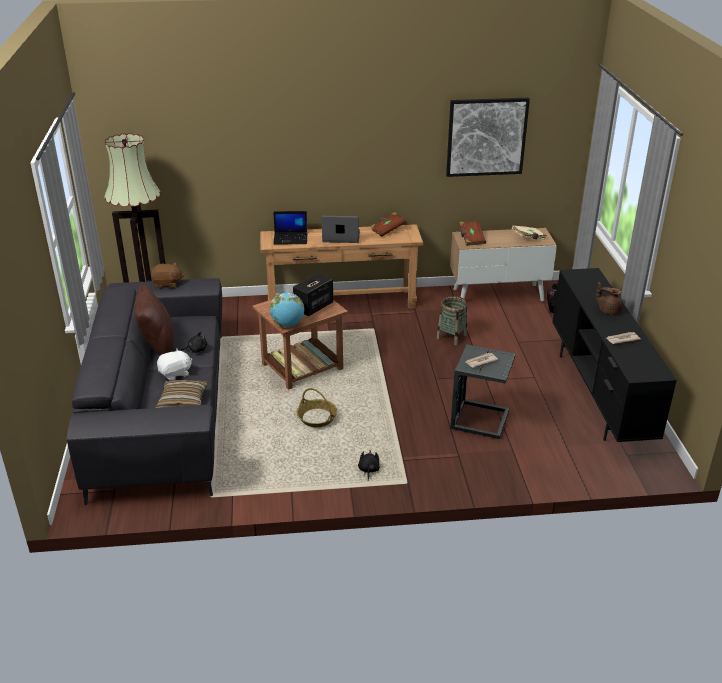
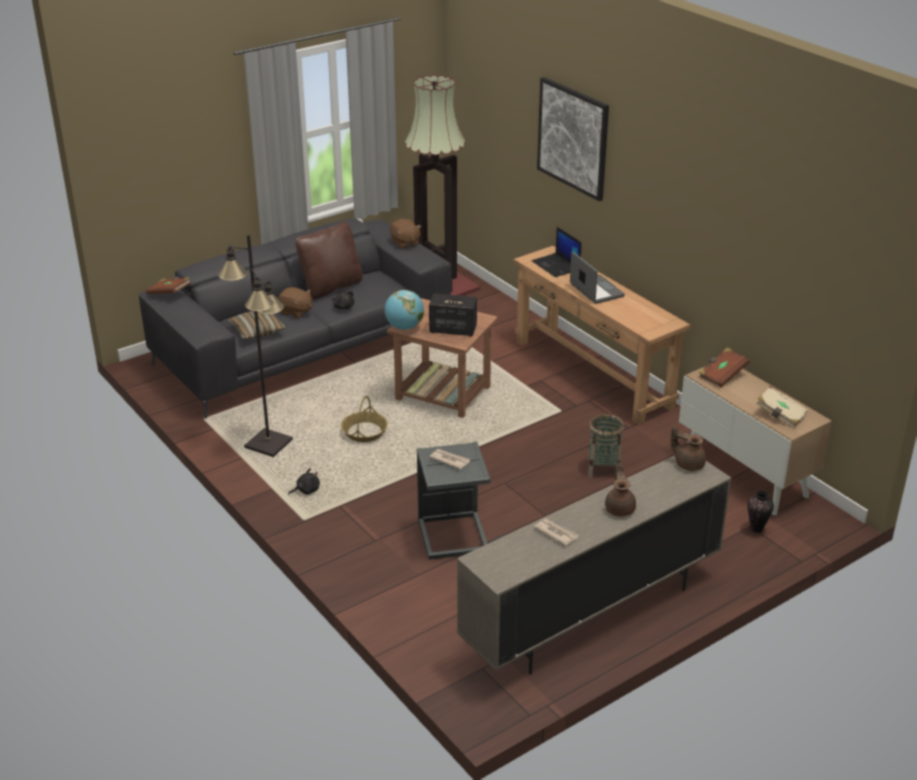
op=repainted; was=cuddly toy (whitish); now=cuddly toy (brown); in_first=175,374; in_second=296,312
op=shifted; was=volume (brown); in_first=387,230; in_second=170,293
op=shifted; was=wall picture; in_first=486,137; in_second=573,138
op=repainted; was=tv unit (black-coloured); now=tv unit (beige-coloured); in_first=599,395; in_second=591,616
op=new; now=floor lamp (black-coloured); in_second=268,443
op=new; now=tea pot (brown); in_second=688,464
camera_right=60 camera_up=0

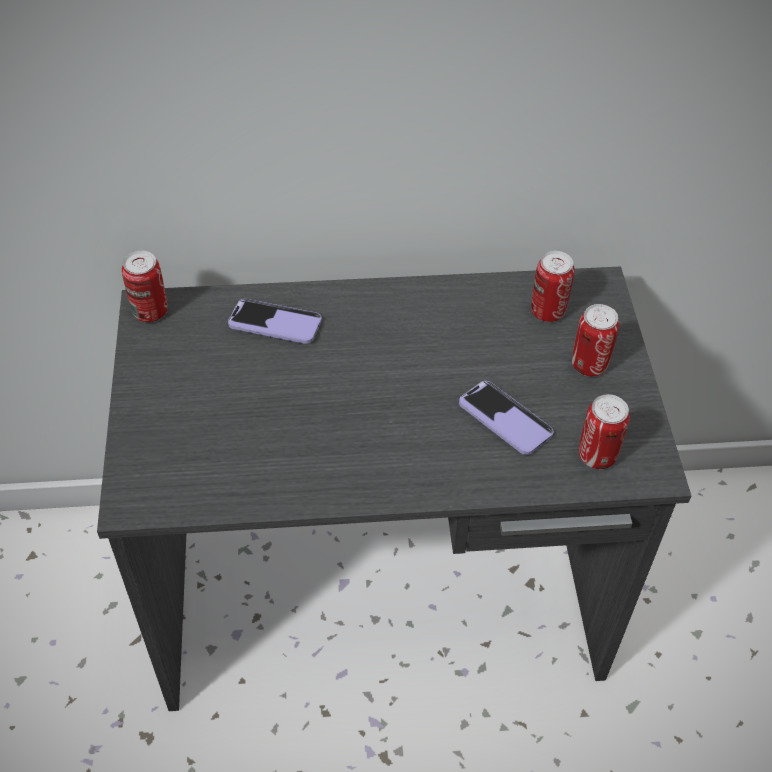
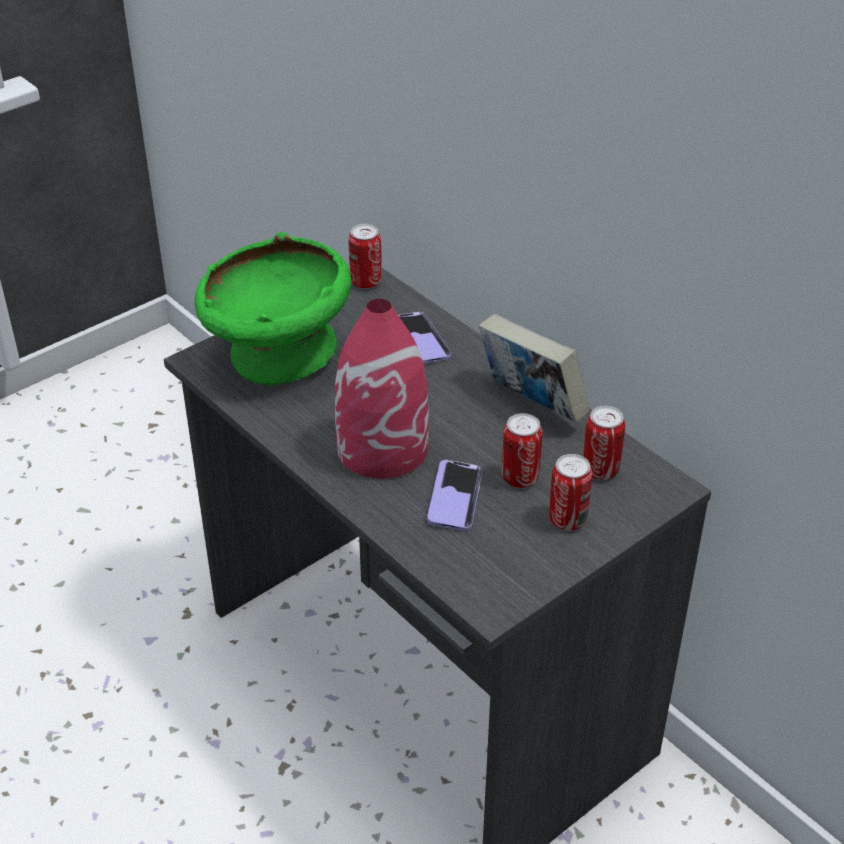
op=shifted; was=can; in_first=597,455; in_second=520,478
op=new; now=deep dish (green); in_second=278,358
op=new; now=decorative vase (reddish); in_second=383,448
op=new; now=volume; in_second=531,405
camera_right=55 camera_up=-10

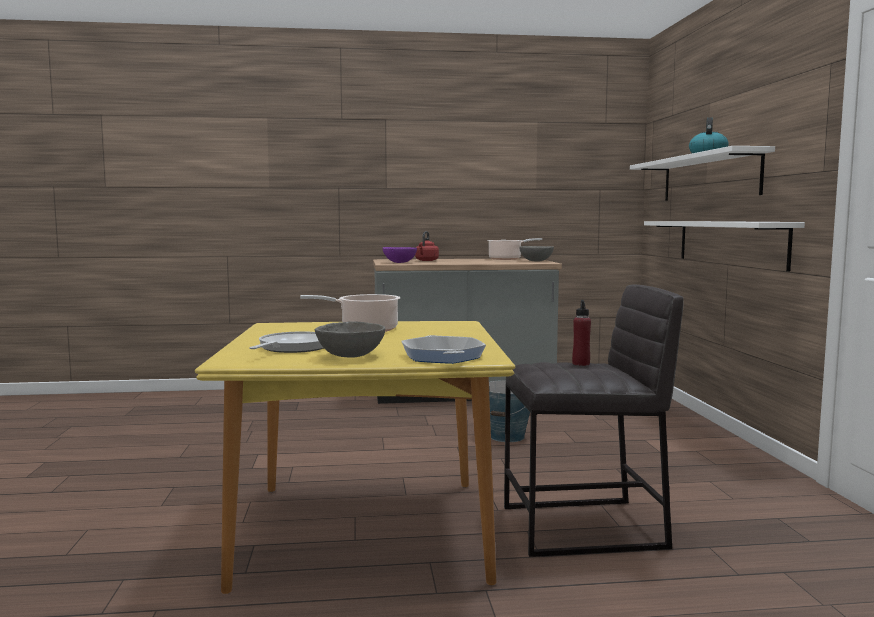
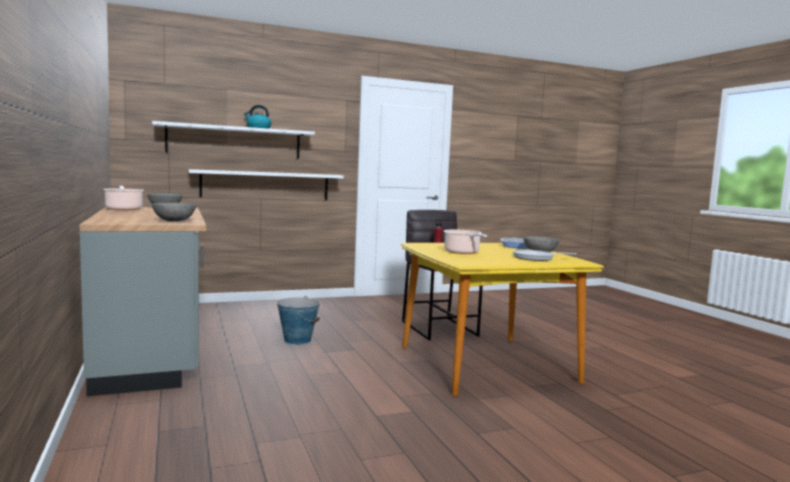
op=repainted; was=deep dish (purplish); now=deep dish (grey); in_first=399,262; in_second=174,221
op=gone; was=tea kettle (reddish); in_first=426,260
camera_right=-105 camera_up=0

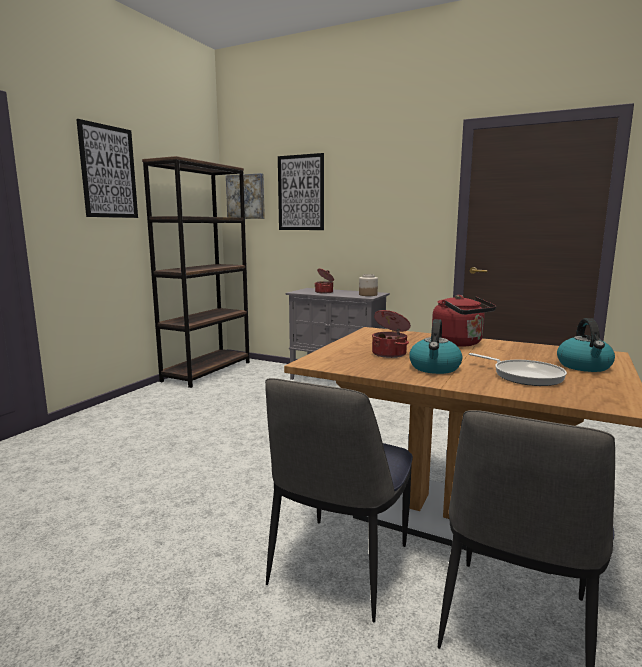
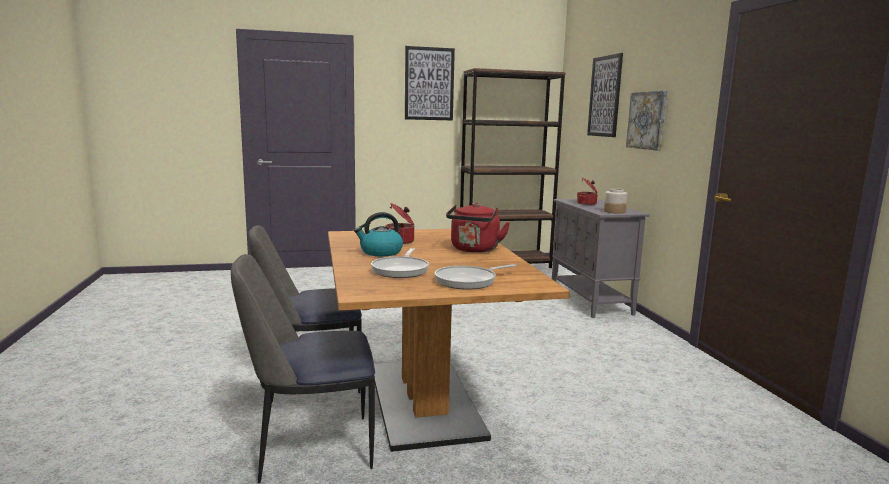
op=shifted; was=wall picture; in_first=246,196; in_second=647,120
op=swapped; was=tea kettle; now=pan; in_first=584,366; in_second=469,281
camera_right=50 camera_up=0

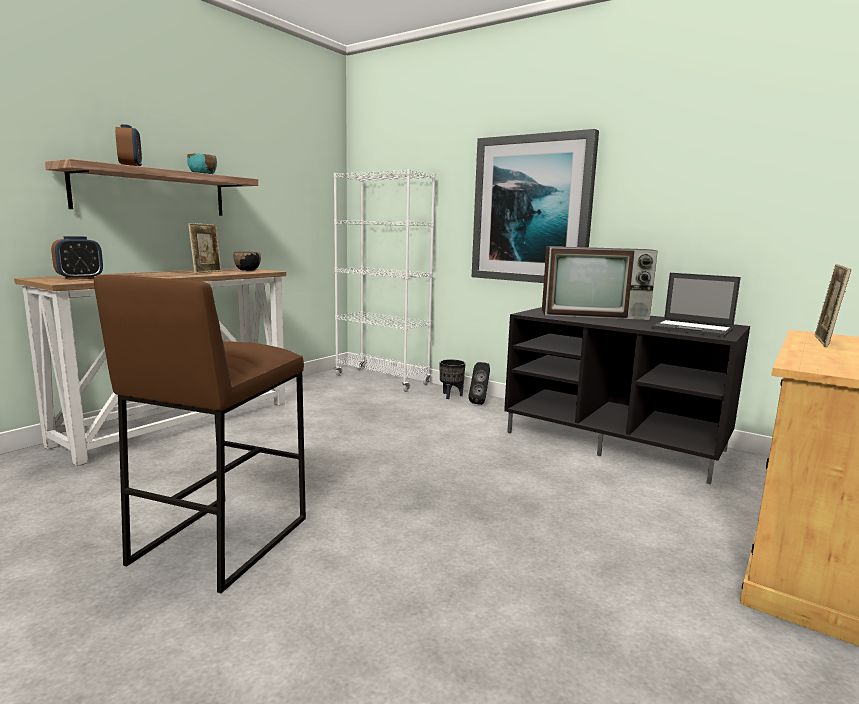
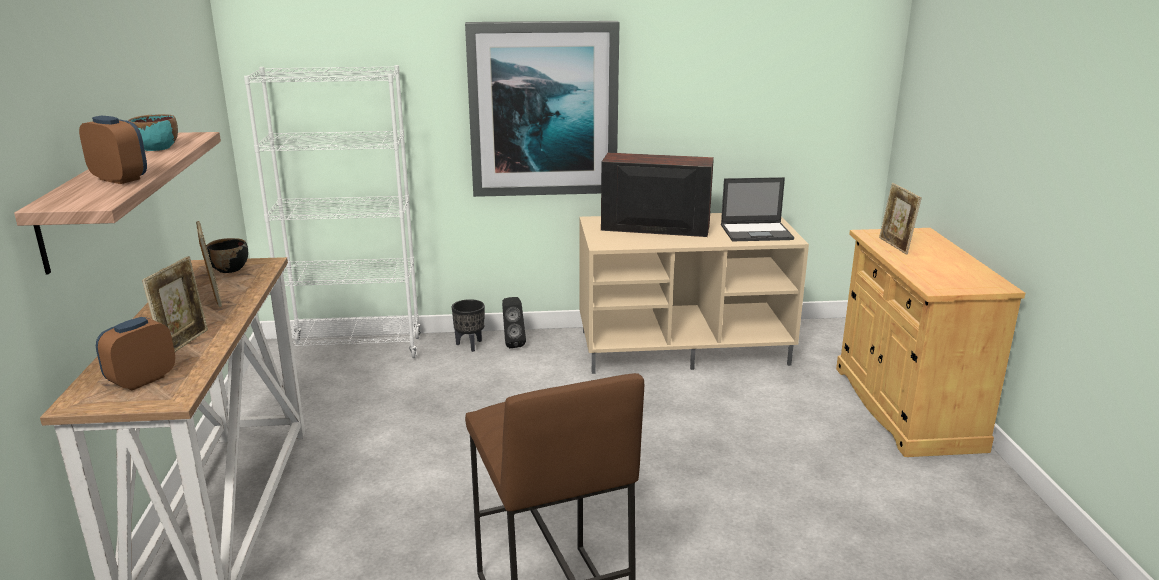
op=rotated; was=bedside clock; in_first=80,278; in_second=142,380; clockwise=-150
op=repainted; was=tv unit (black-coloured); now=tv unit (beige-coloured); in_first=615,441; in_second=684,347
op=rotated; was=TV set; in_first=595,315; in_second=653,228; clockwise=-135
op=new; now=picture frame; in_second=184,343
camera_right=-40 camera_up=10

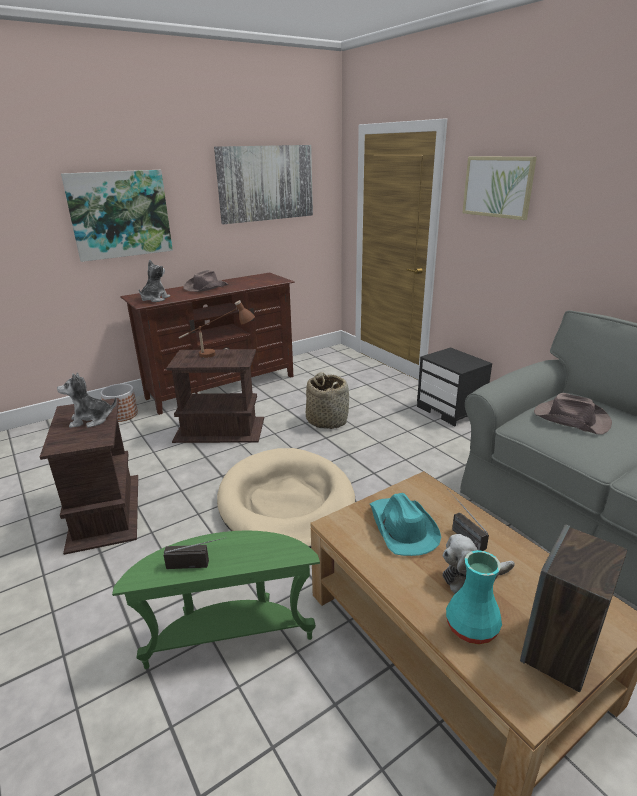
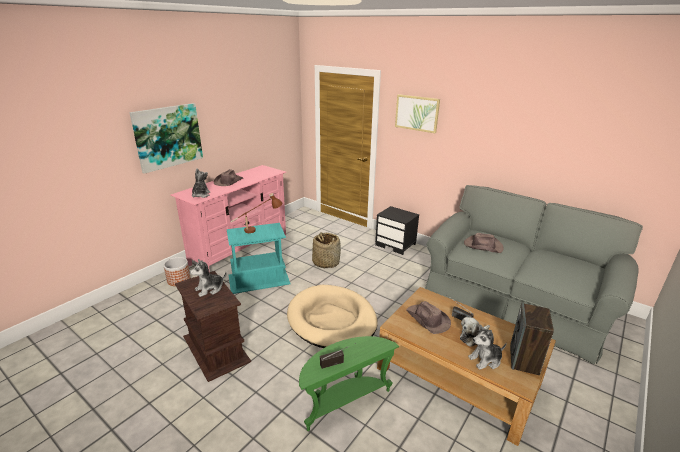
op=repainted; was=tv unit (brown); now=tv unit (pink-coloured); in_first=222,386; in_second=240,248
op=repainted; was=side table (brown); now=side table (turquoise-coloured); in_first=219,429; in_second=258,279
op=gone; was=wall picture; in_first=266,183
op=repainted; was=wearable hat (turquoise-coloured); now=wearable hat (brown); in_first=402,528; in_second=427,319
op=swapped; was=decorative vase (turquoise-coloured); now=cuddly toy; in_first=473,627; in_second=485,360
camera_right=-20 camera_up=0

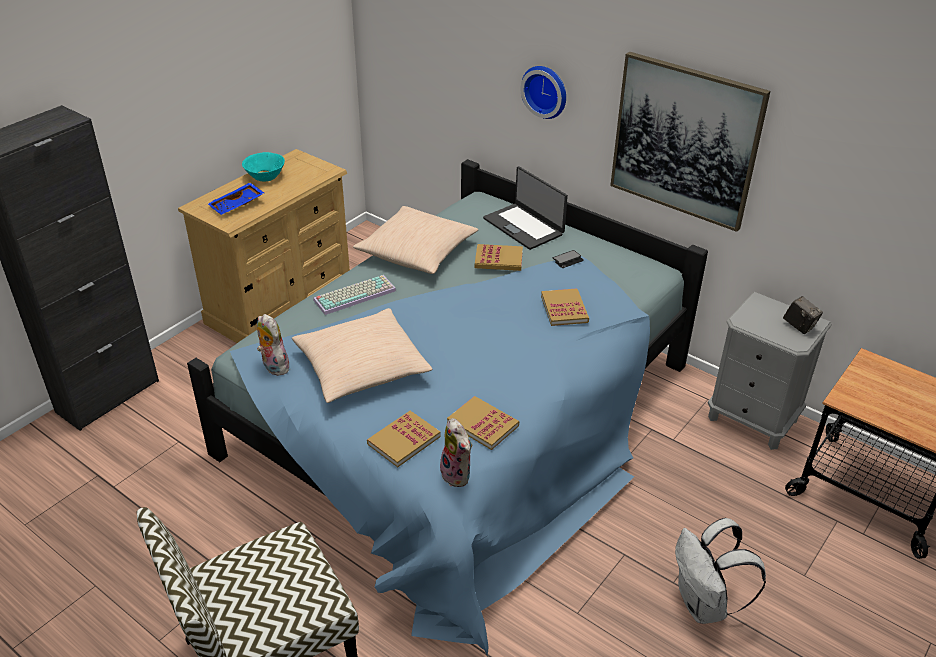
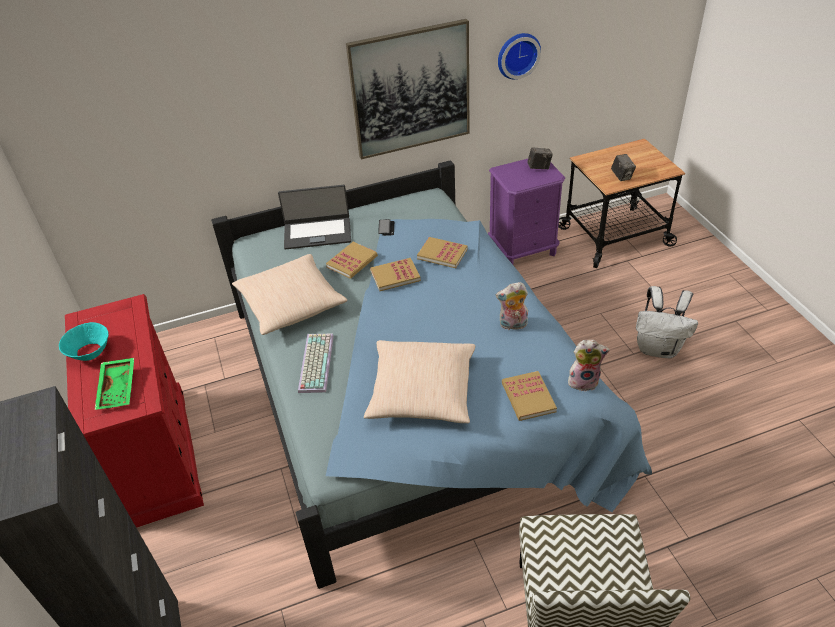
op=repainted; was=drawer chest (beige-coloured); now=drawer chest (reddish); in_first=281,303; in_second=156,455
op=repainted; was=serving tray (blue); now=serving tray (green); in_first=237,205; in_second=119,388
op=shifted; was=cuddly toy; in_first=273,366; in_second=512,325
op=shifted; was=volume; in_first=483,424; in_second=395,276
op=shifted; was=clock on the wall; in_first=546,91; in_second=517,54
op=repainted; was=nightstand (grey); now=nightstand (purplish); in_first=752,419; in_second=523,250
op=new; now=still camera; in_second=621,176
camera_right=-55 camera_up=5

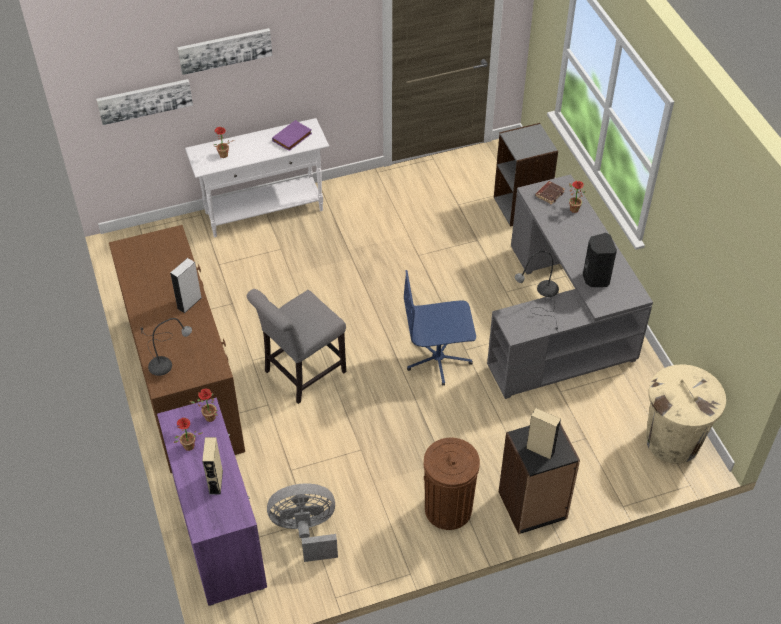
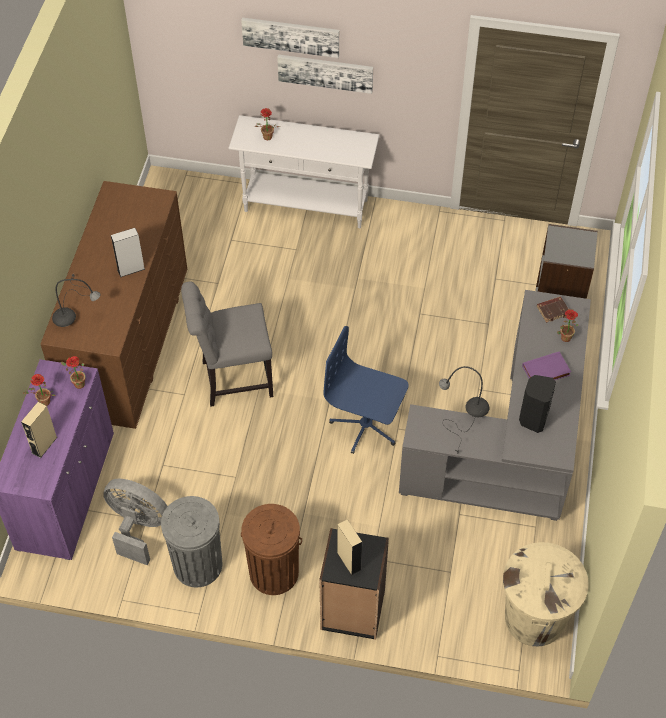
op=shifted; was=wall picture; in_first=144,100; in_second=325,72
op=shifted; was=volume (purplish); in_first=292,138; in_second=546,371
op=new; now=trash can (grey); in_second=198,565
camera_right=30 camera_up=5

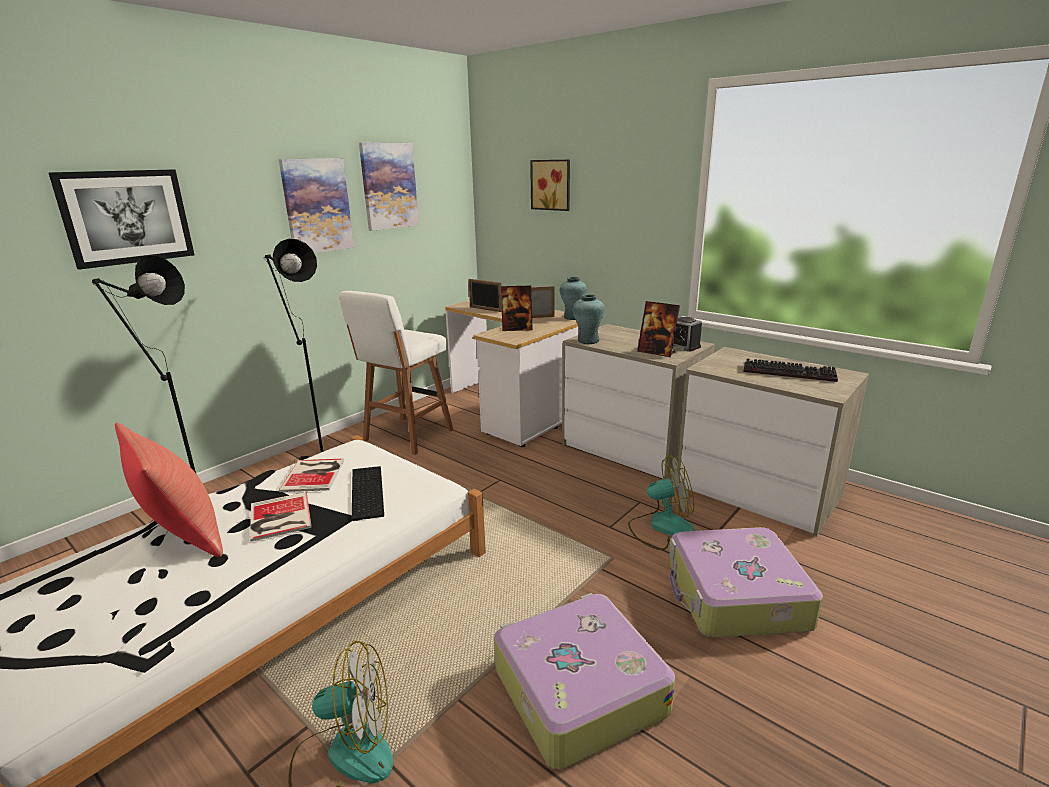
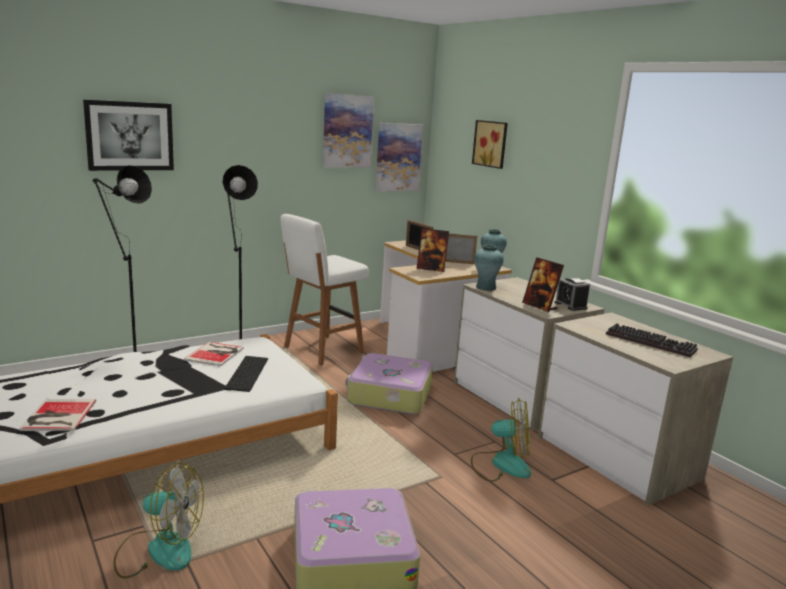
op=gone; was=pillow (reddish); in_first=182,535
op=shifted; was=volume; in_first=278,517; in_second=57,416
op=shifted; was=wall picture; in_first=317,206; in_second=398,157
op=shifted; was=piece of luggage; in_first=735,596; in_second=389,395
camera_right=15 camera_up=-5

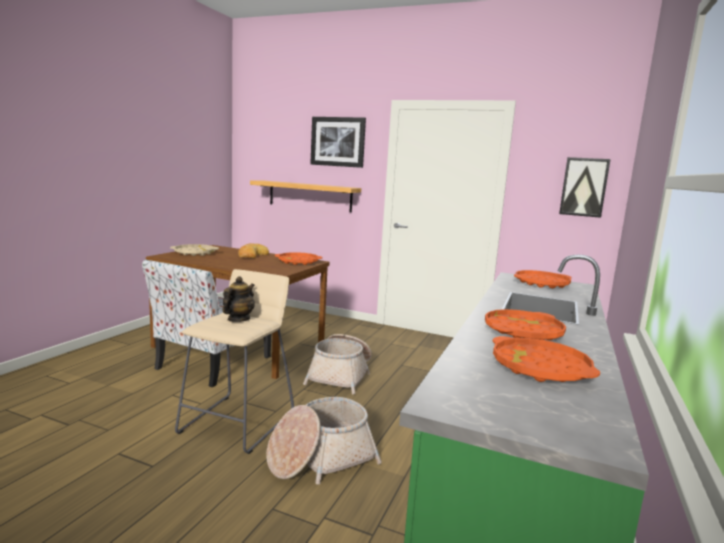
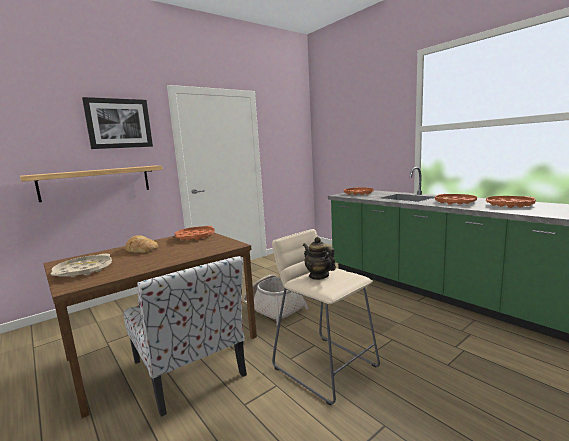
op=gone; was=household basket; in_first=320,458
op=gone; was=wall picture; in_first=584,187
camera_right=-60 camera_up=0

